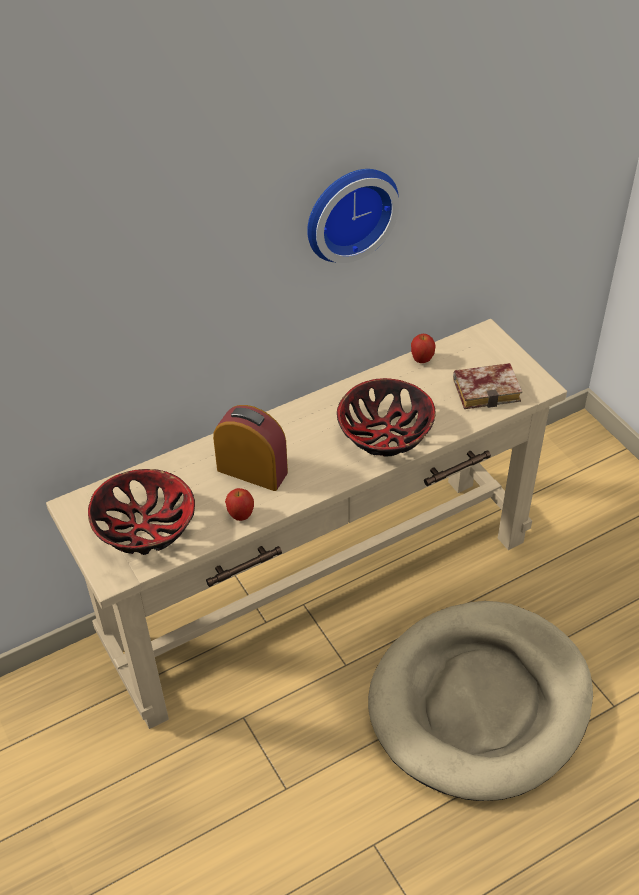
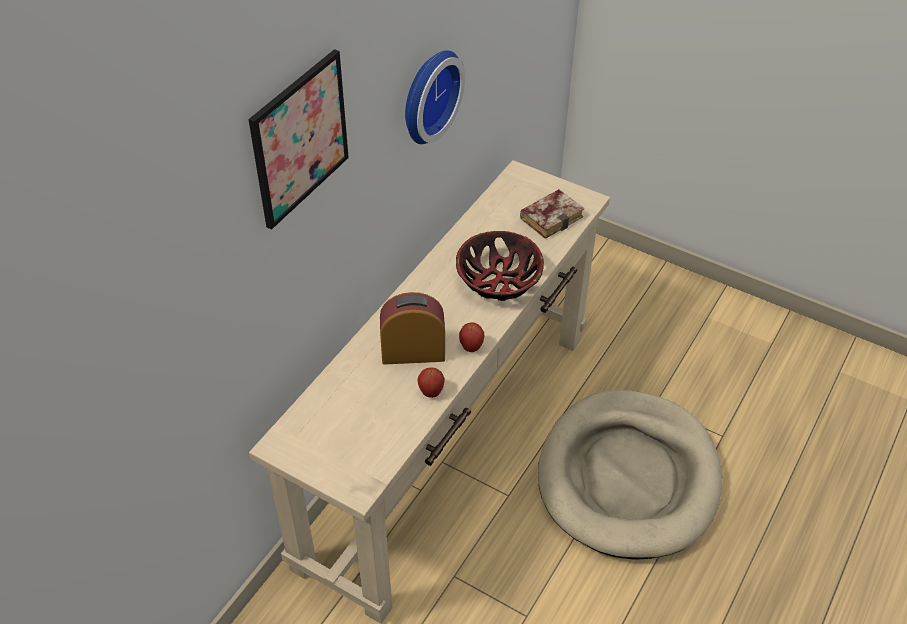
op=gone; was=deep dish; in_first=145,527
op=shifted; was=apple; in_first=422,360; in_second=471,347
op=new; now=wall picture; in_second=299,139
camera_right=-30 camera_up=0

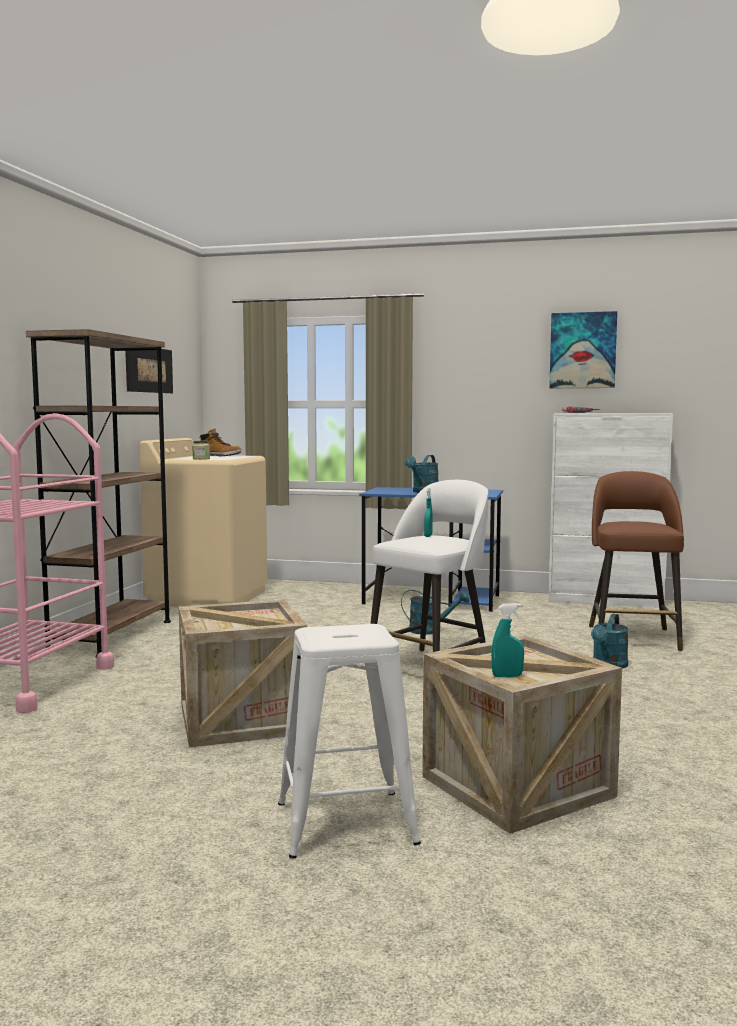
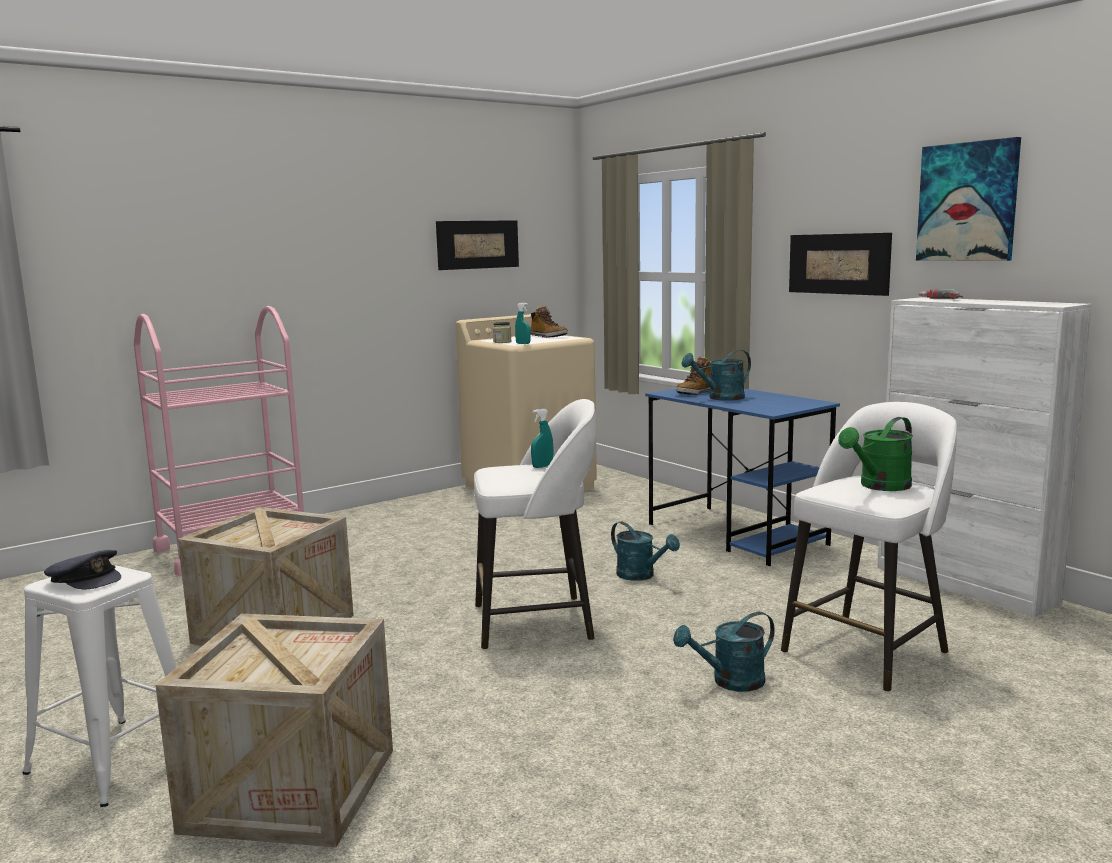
op=gone; was=bookcase (brown); in_first=112,636
op=shifted; was=hand sprayer (turquoise-coloured); in_first=507,676; in_second=523,343
op=repainted; was=stool (brown); now=stool (whitish); in_first=632,637; in_second=867,650
op=new; now=peaked cap (grey); in_second=86,579
op=new; now=high-top boot; in_second=695,393
op=new; now=wall picture; in_second=838,264
op=new; now=watering can (green); in_second=879,486
camera_right=40 camera_up=5

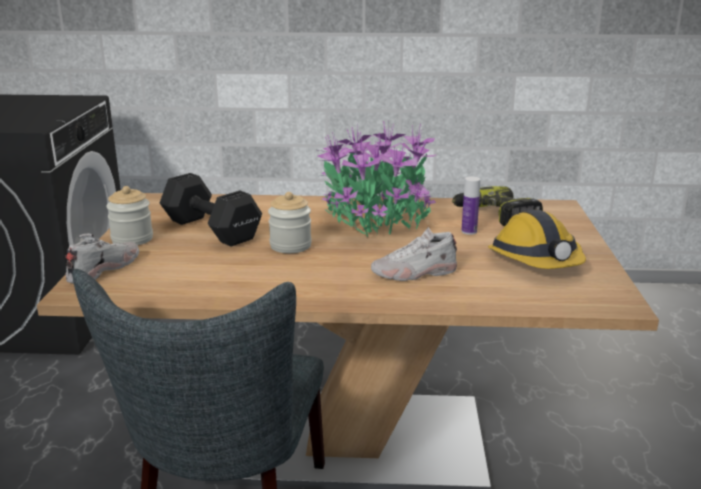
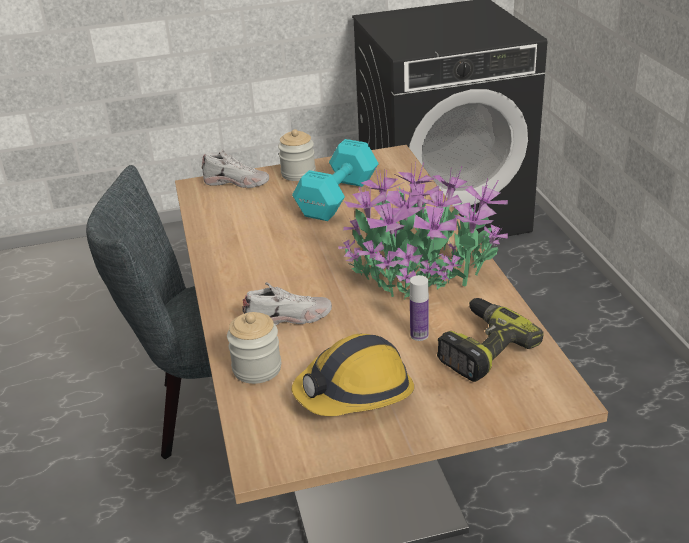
op=repainted; was=dumbbell (black-coloured); now=dumbbell (turquoise-coloured); in_first=212,230; in_second=335,198
op=shifted; was=jar; in_first=290,246; in_second=257,368
op=rotated; was=item of footwear (whitish); in_first=414,273; in_second=288,318; clockwise=105
camera_right=75 camera_up=10

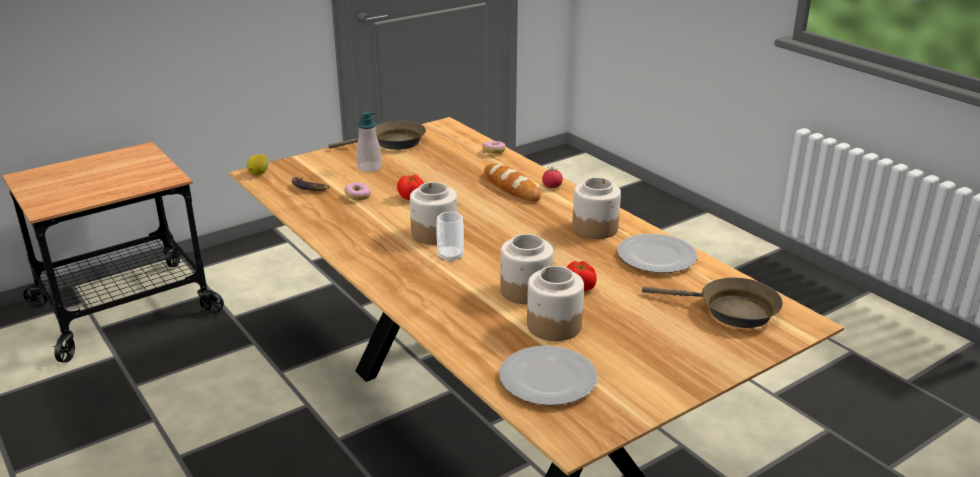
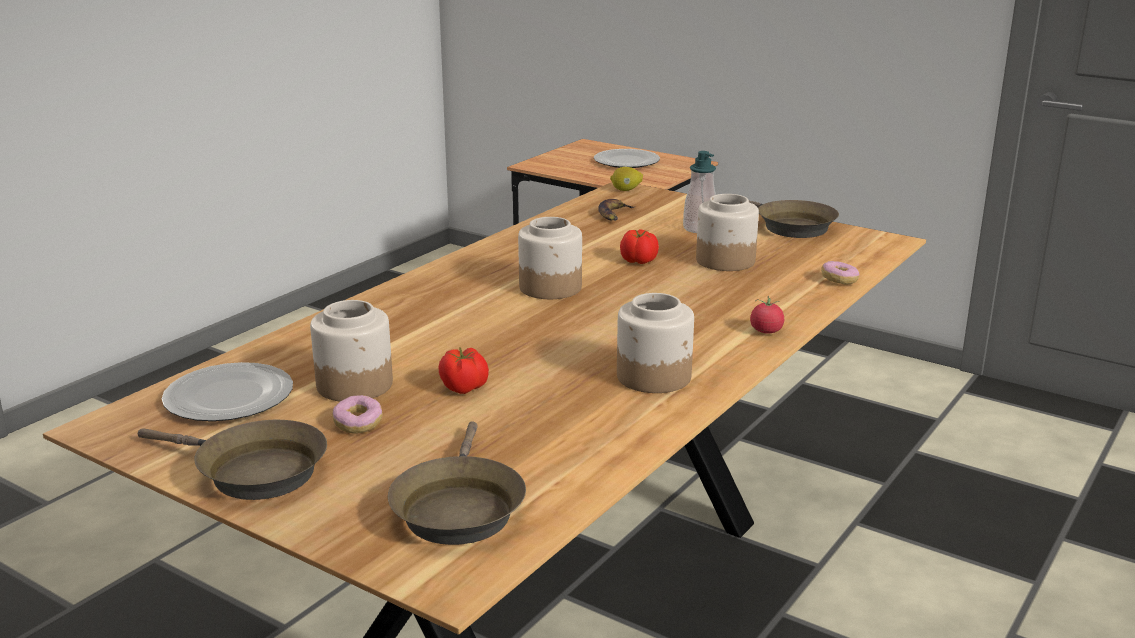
op=shifted; was=ring doughnut; in_first=358,196; in_second=358,424
op=gone; was=cup; in_first=450,257
op=gone; was=baked bread; in_first=511,187
op=shifted; was=jar; in_first=525,291; in_second=724,261
op=shifted; was=plate; in_first=657,256; in_second=627,162
op=new; now=pan (brown); in_second=252,472
camera_right=70 camera_up=-5

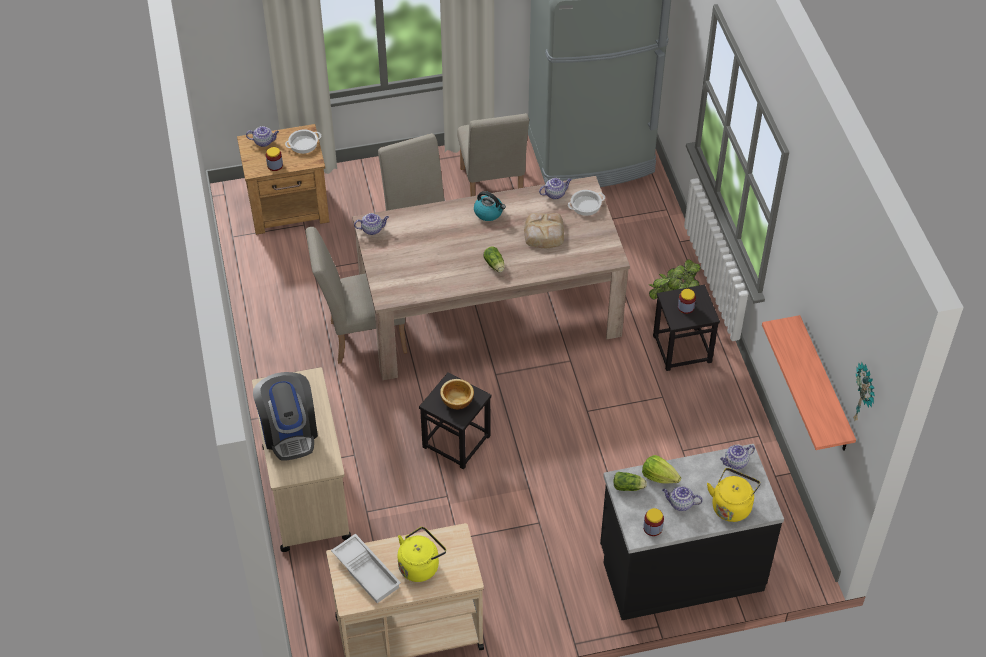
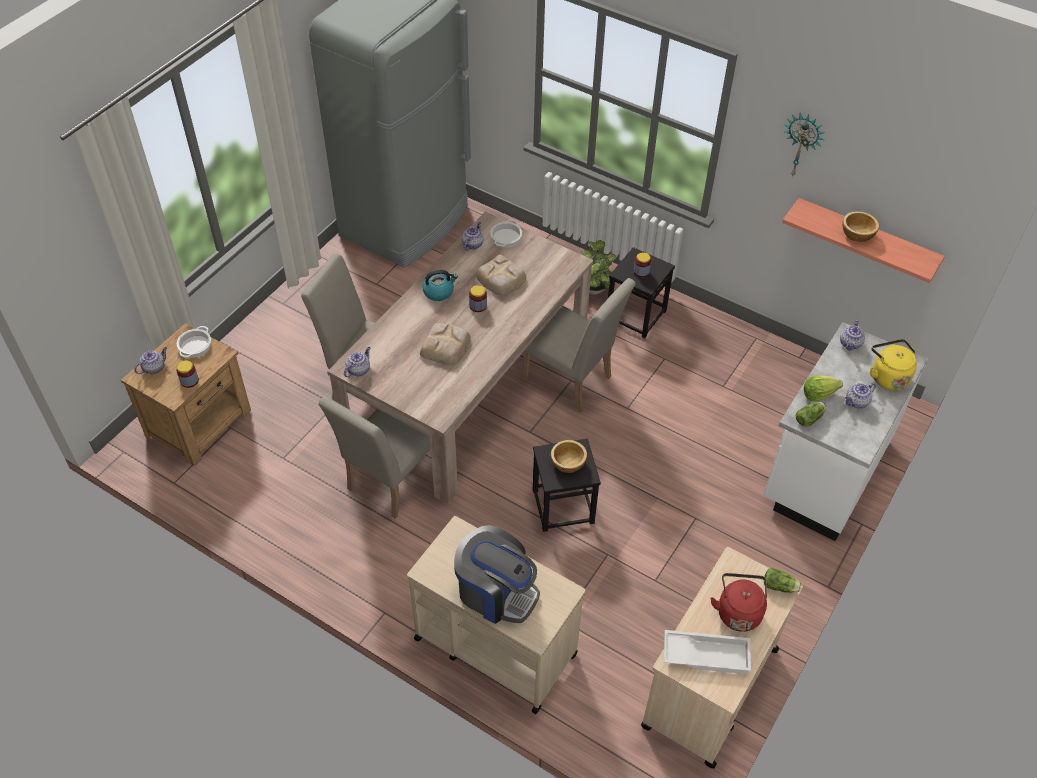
op=repainted; was=tea kettle (yellow); now=tea kettle (reddish); in_first=420,565; in_second=738,611
op=shifted; was=plain chair (beige-coloured); in_first=491,191; in_second=572,382
op=shifted; was=lettuce; in_first=495,265; in_second=780,587
op=repainted; was=kitchen counter (black-coloured); now=kitchen counter (whitish); in_first=680,569; in_second=824,470
op=shifted; was=jar; in_first=652,528; in_second=478,306
op=shifted; was=clock on the wall; in_first=865,395; in_second=801,144
op=new; now=baked bread; in_second=446,346
op=new; now=deep dish; in_second=856,234
camera_right=-45 camera_up=0

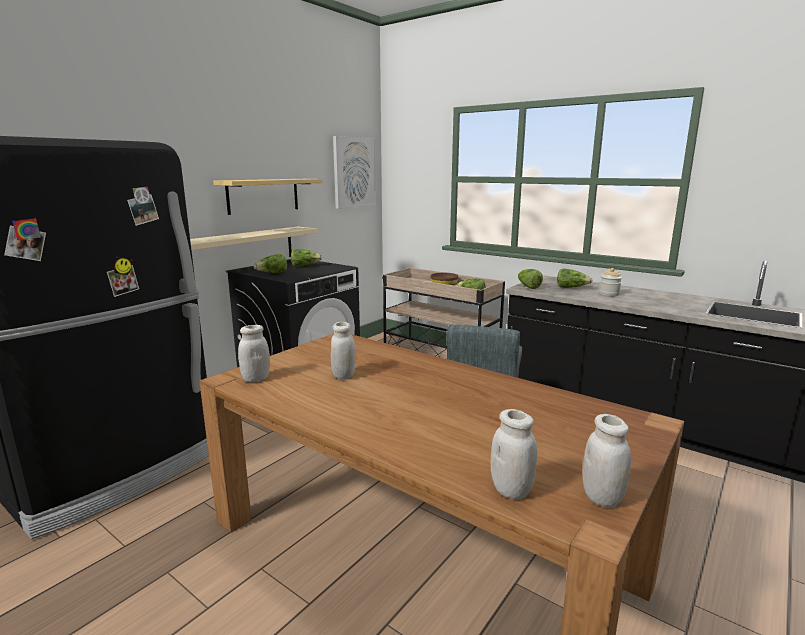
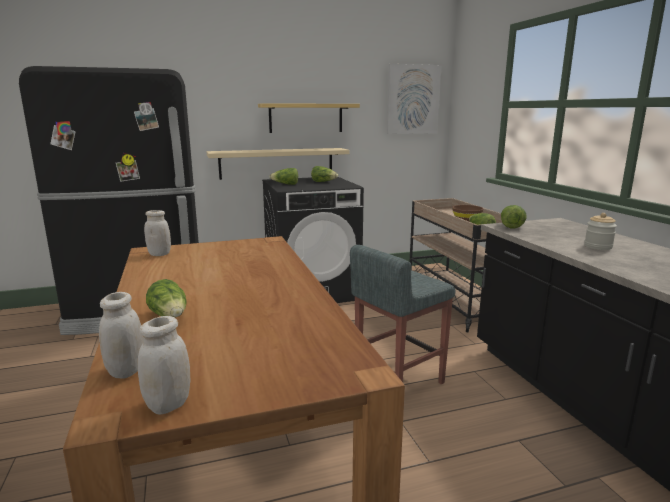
op=gone; was=jar (whitish); in_first=343,375
op=shifted; was=lettuce; in_first=571,288; in_second=170,316
camera_right=35 camera_up=0

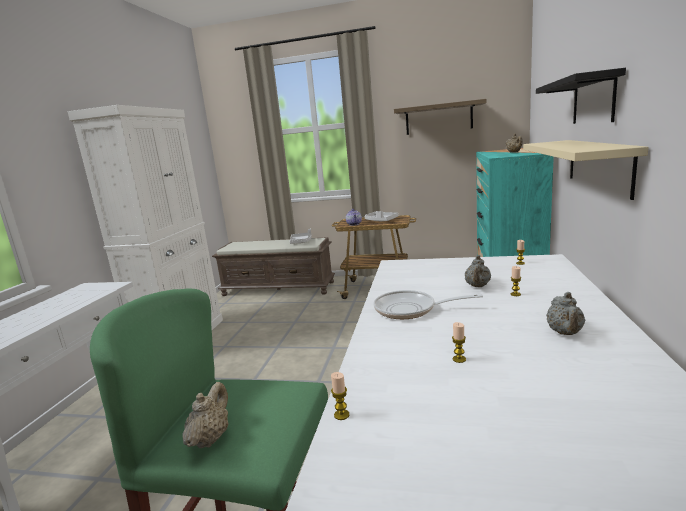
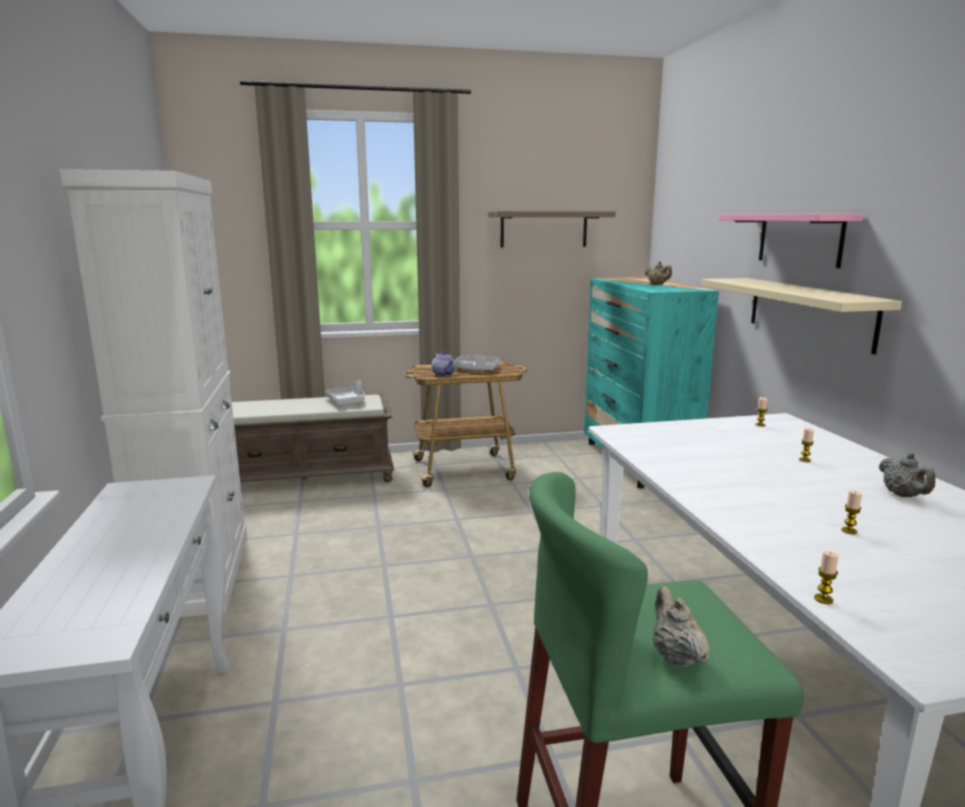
op=gone; was=pan; in_first=410,309
op=gone; was=tea pot (grey); in_first=477,286
op=repainted; was=wall shelf (black-coloured); now=wall shelf (pink-coloured); in_first=593,100; in_second=799,239
camera_right=-25 camera_up=0

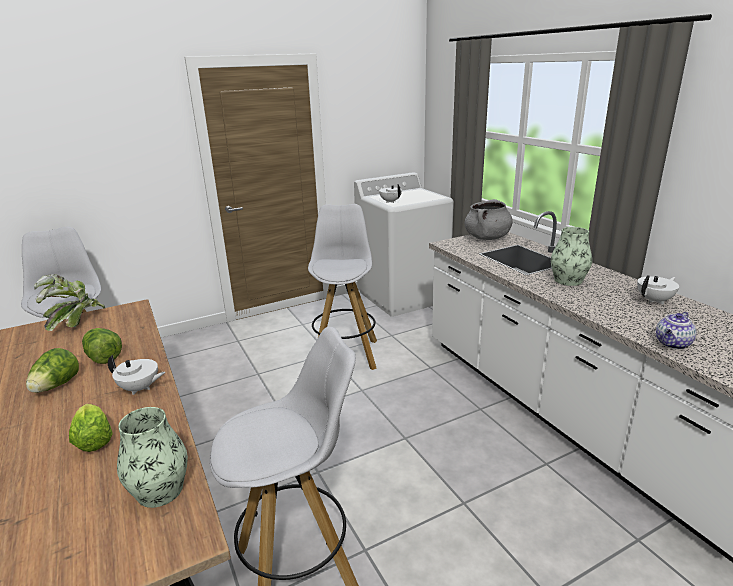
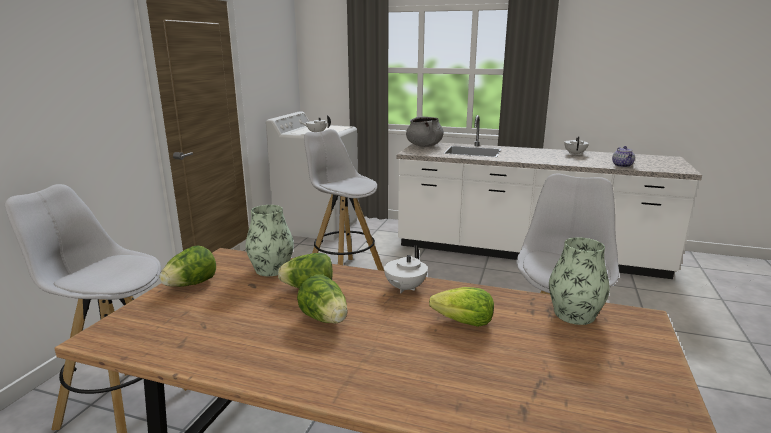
op=swapped; was=houseplant; now=lettuce; in_first=76,323; in_second=191,284
op=rotated; was=tea pot (whitish); in_first=140,388; in_second=404,288; clockwise=150
op=shifted; was=decorative vase; in_first=568,280; in_second=271,269
camera_right=-45 camera_up=-5

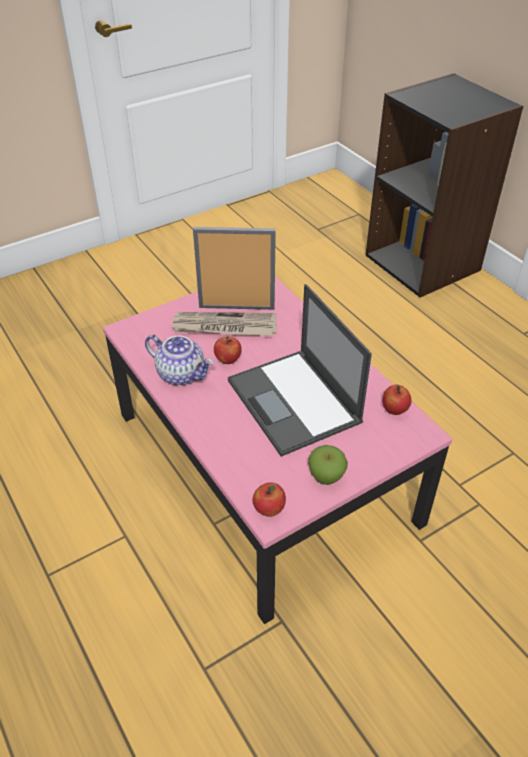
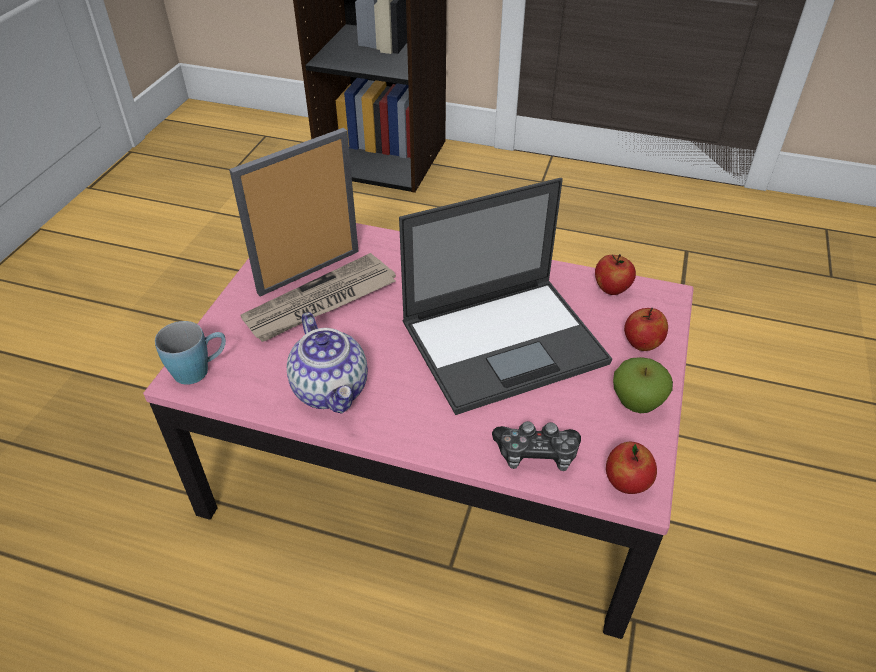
op=rotated; was=tea pot; in_first=181,374; in_second=332,389; clockwise=75
op=shifted; was=apple; in_first=228,360; in_second=641,344
op=rotated; was=laptop; in_first=295,402; in_second=505,342; clockwise=-45
op=new; now=coffee mug (blue); in_second=200,370
op=new; now=joypad; in_second=536,454
camera_right=-40 camera_up=0

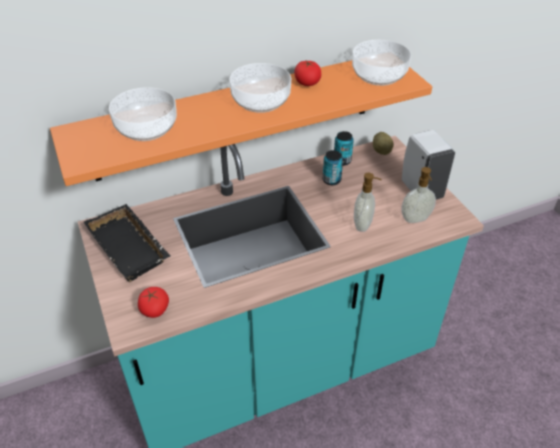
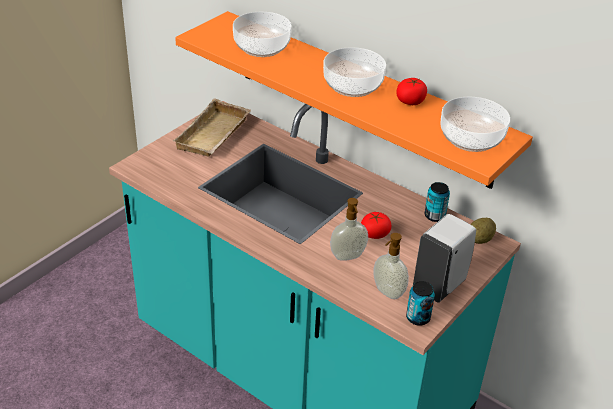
op=repainted; was=serving tray (black-coloured); now=serving tray (beige-coloured); in_first=131,247; in_second=214,135
op=shifted; was=fresh tomato; in_first=154,309; in_second=374,233
op=shifted; was=can; in_first=331,180; in_second=418,318
camera_right=60 camera_up=-5

